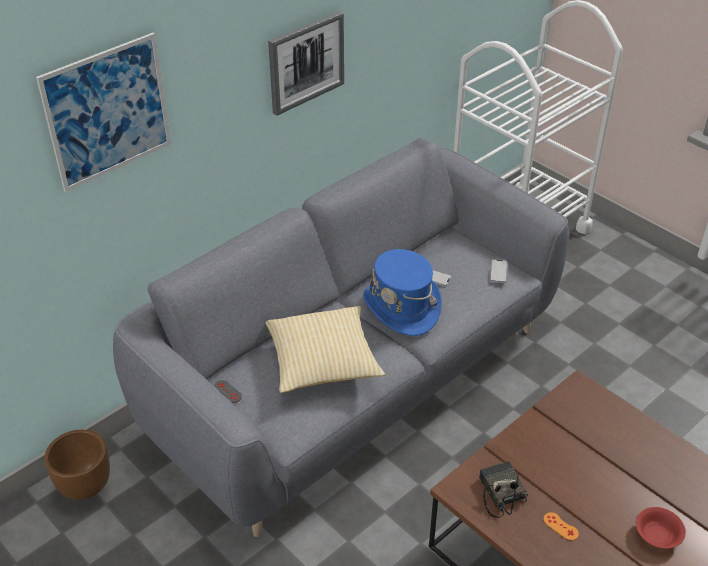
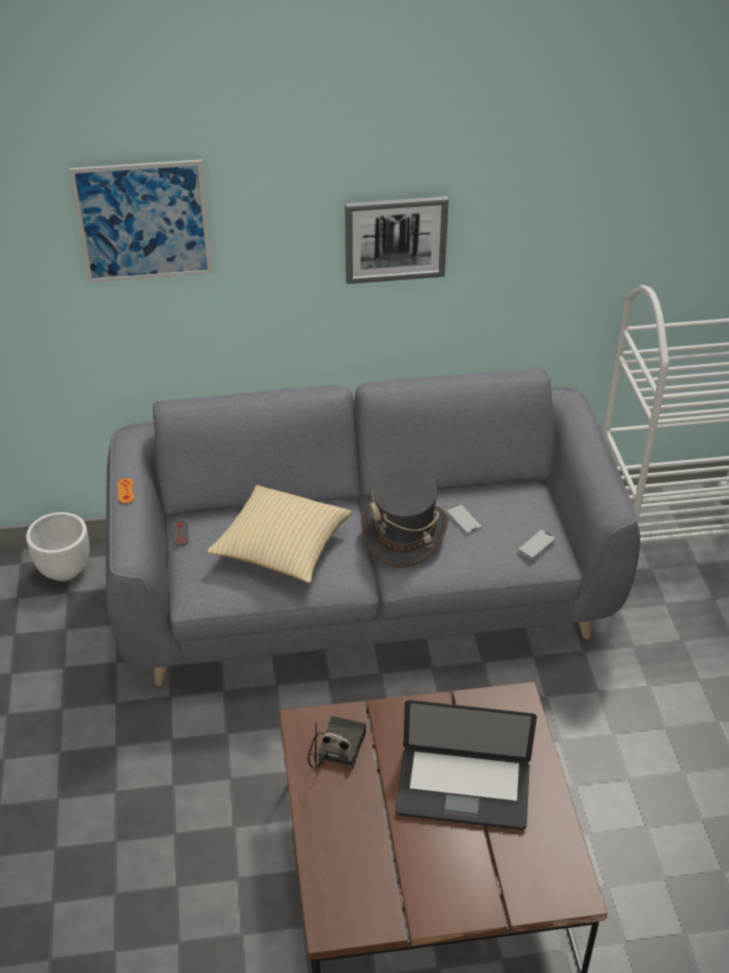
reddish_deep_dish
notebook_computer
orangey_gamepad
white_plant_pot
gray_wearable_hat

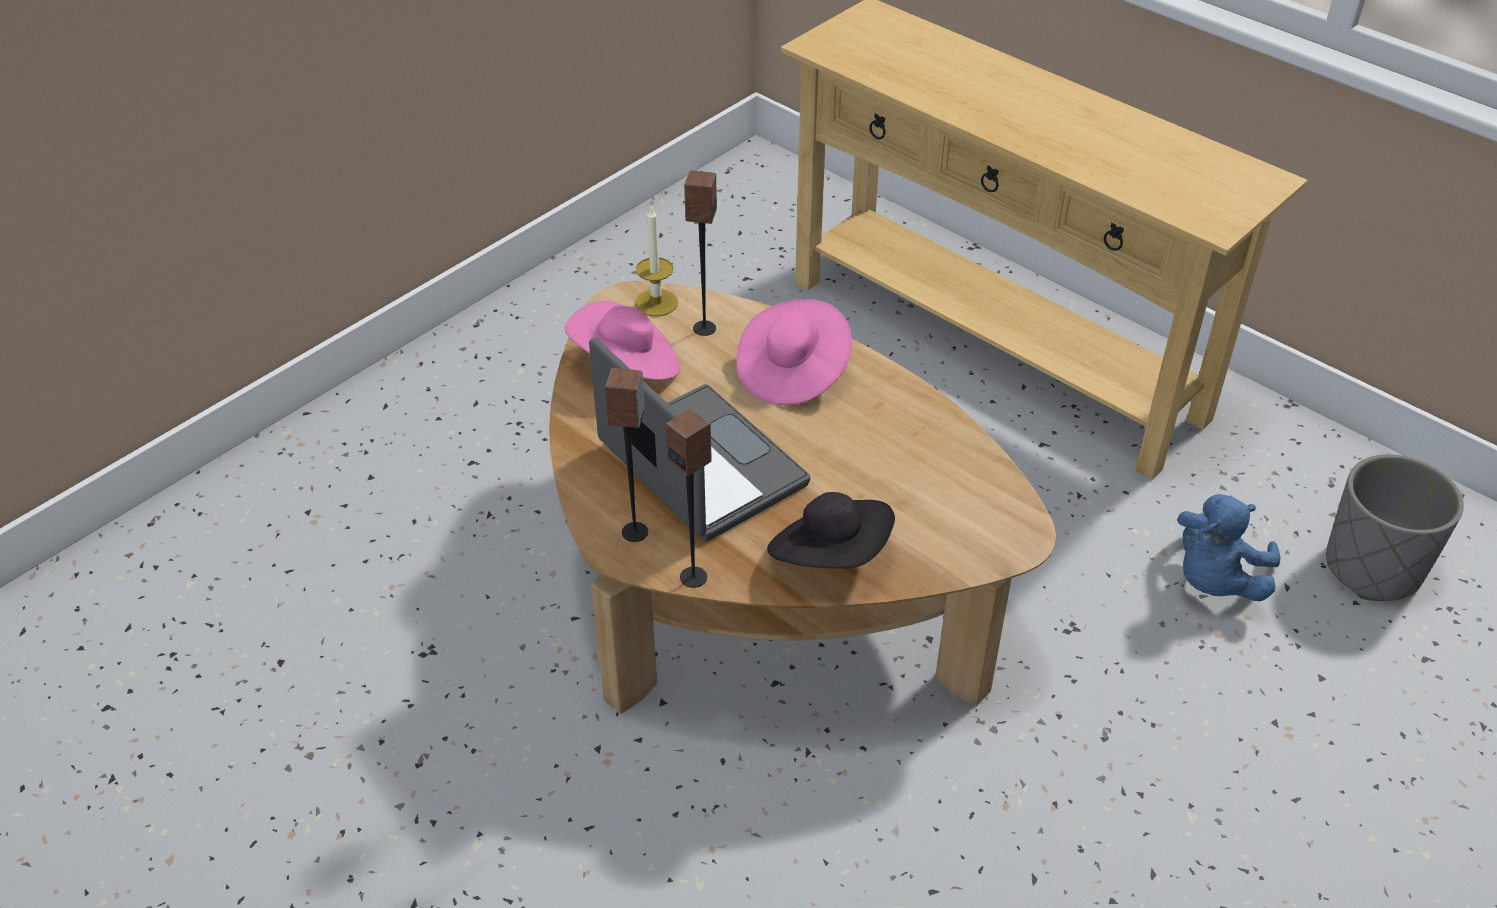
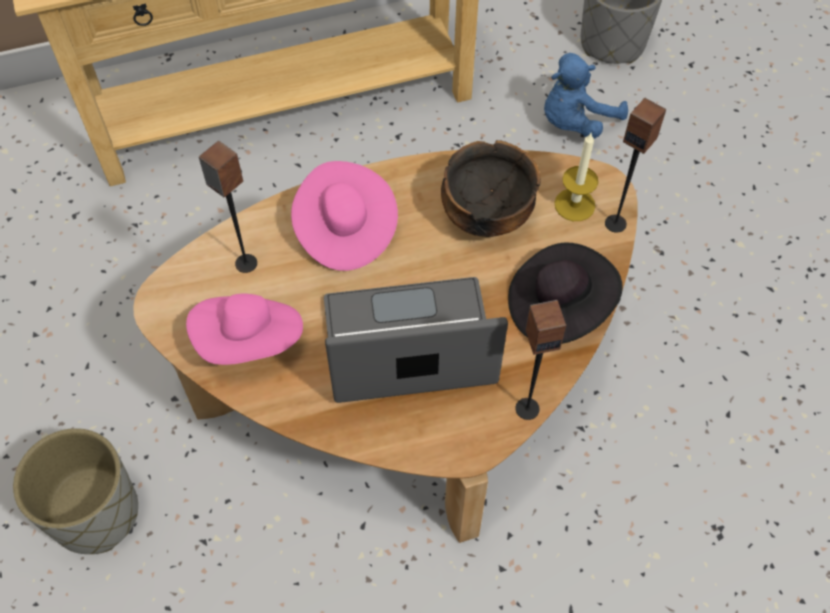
gray_plant_pot (no. 1 from left)
deep_dish
loudspeaker (no. 3 from left)
candle
blue-coloured_plush_toy

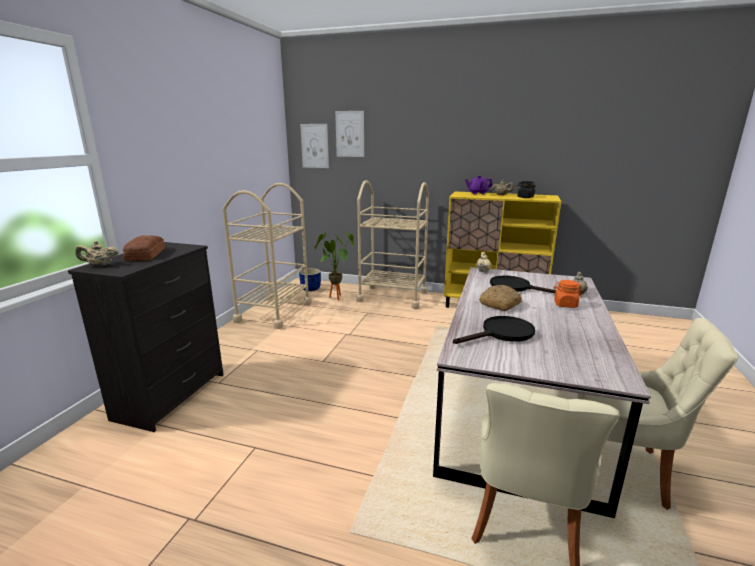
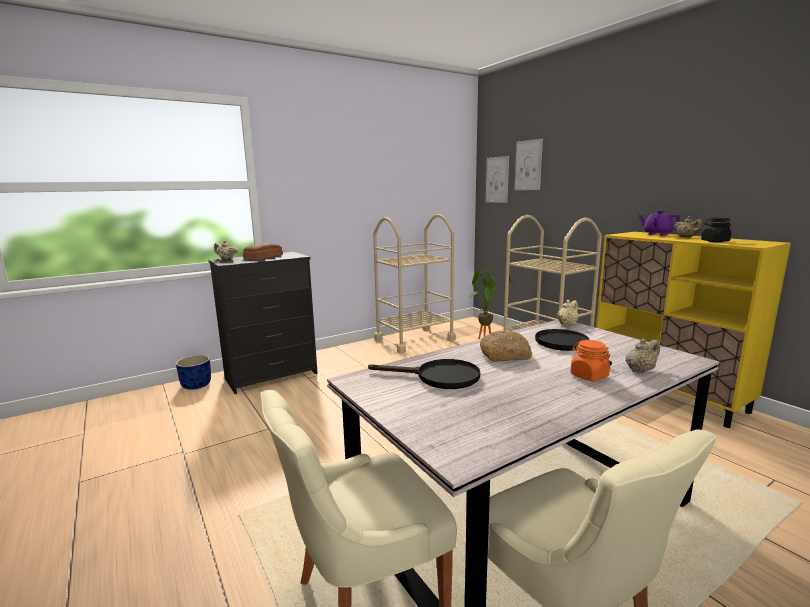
blue-coloured_plant_pot

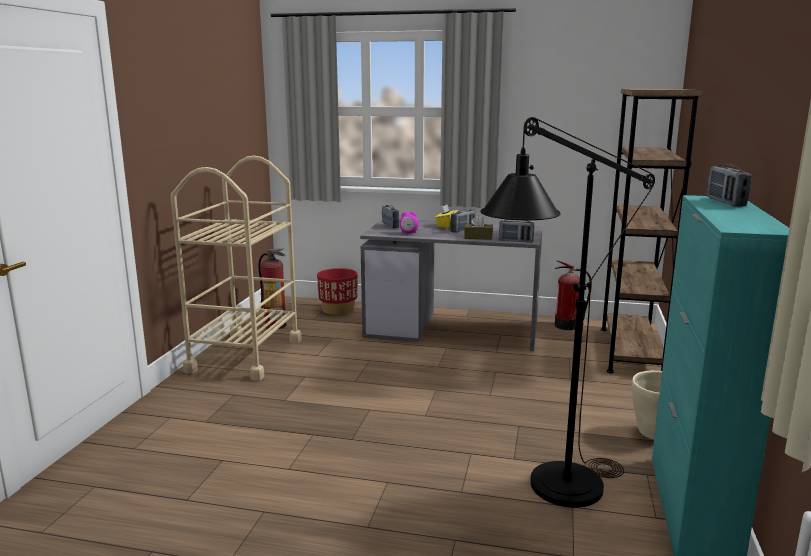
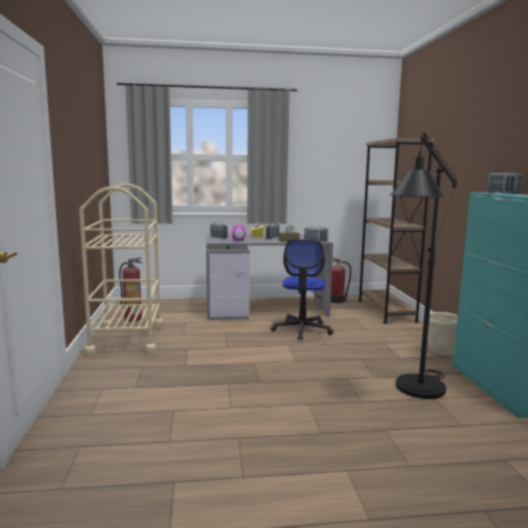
reddish_plant_pot
computer_chair

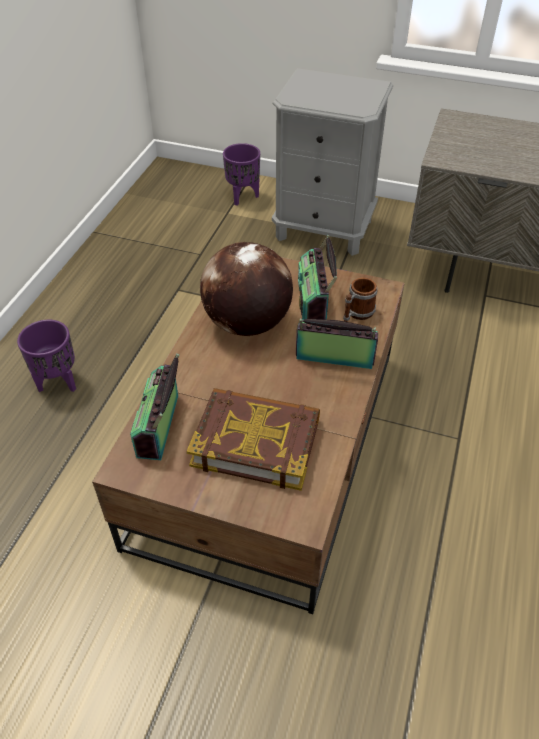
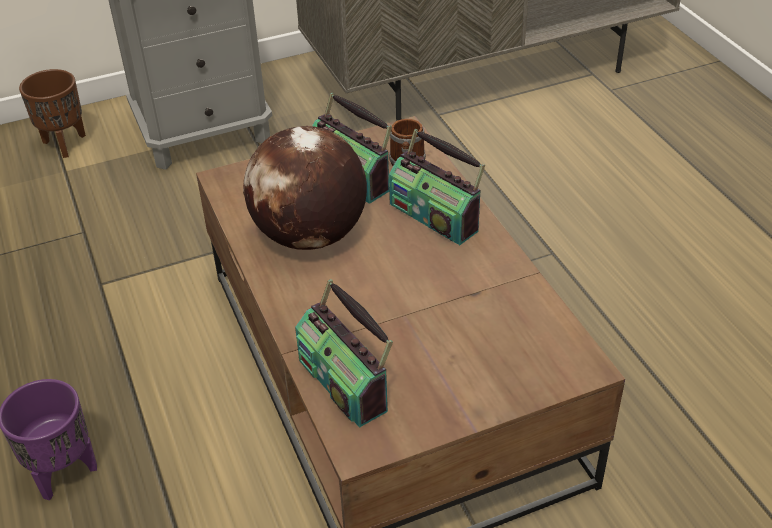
bound_book
brown-coloured_plant_pot
radio_receiver (no. 3 from left)

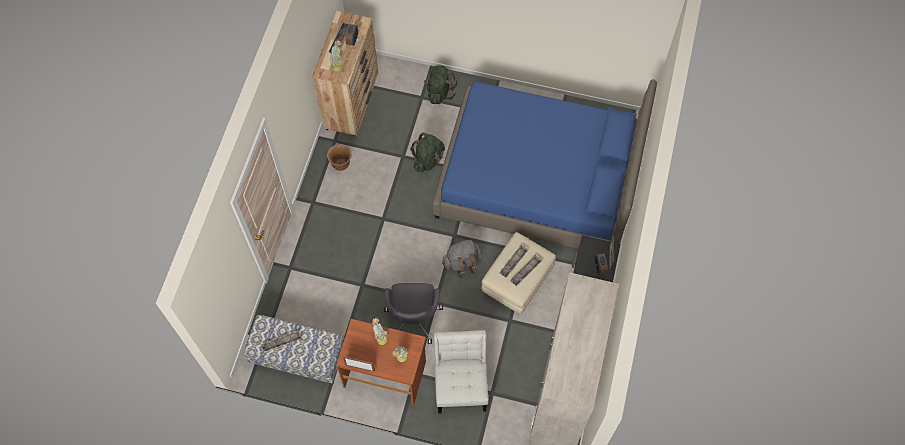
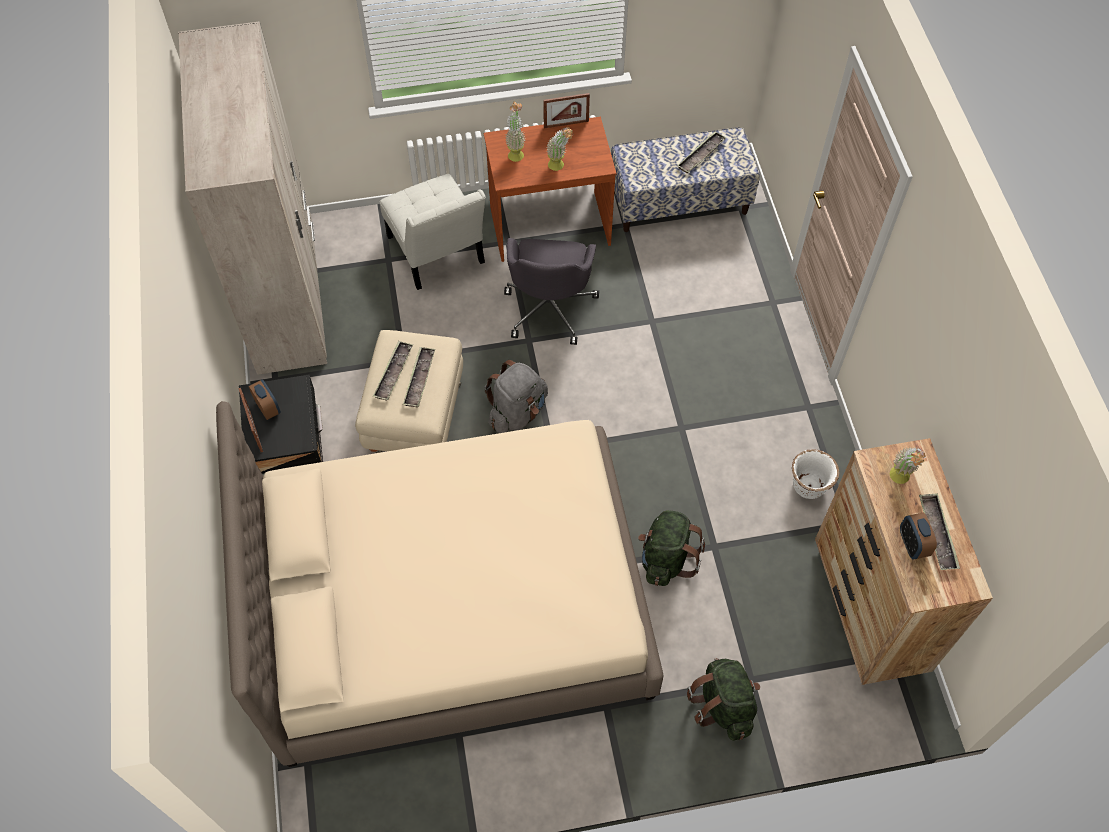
white_plant_pot
sand-coloured_bedroom_bed
gray_computer_chair

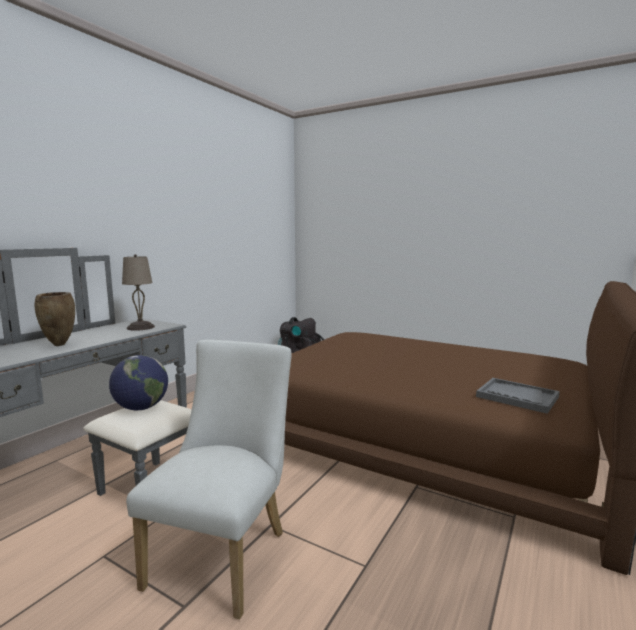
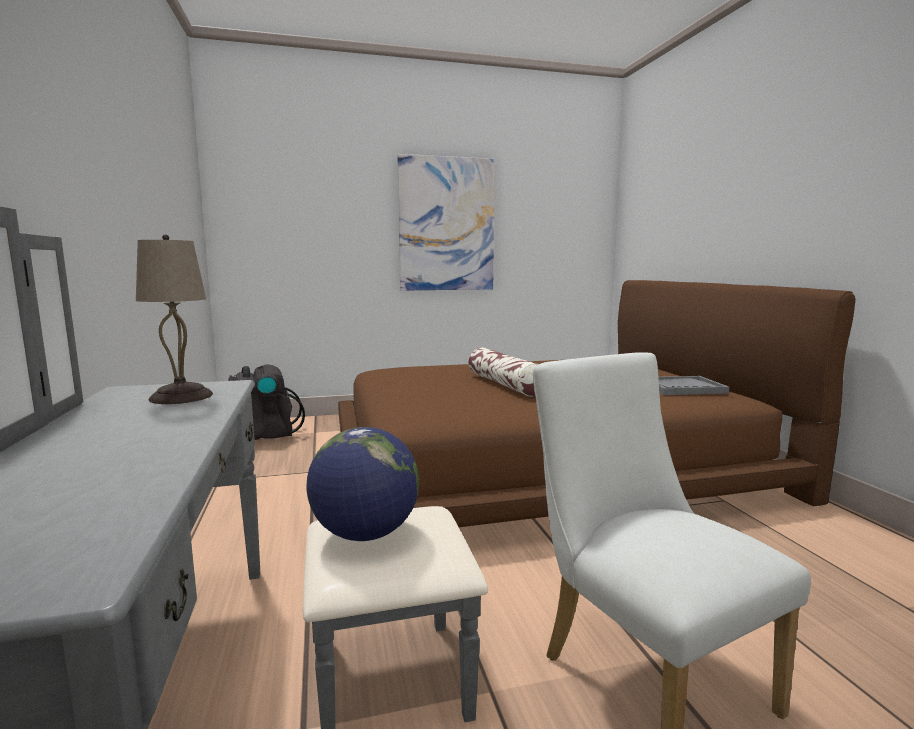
brown-coloured_flower_vase
wall_art
throw_pillow

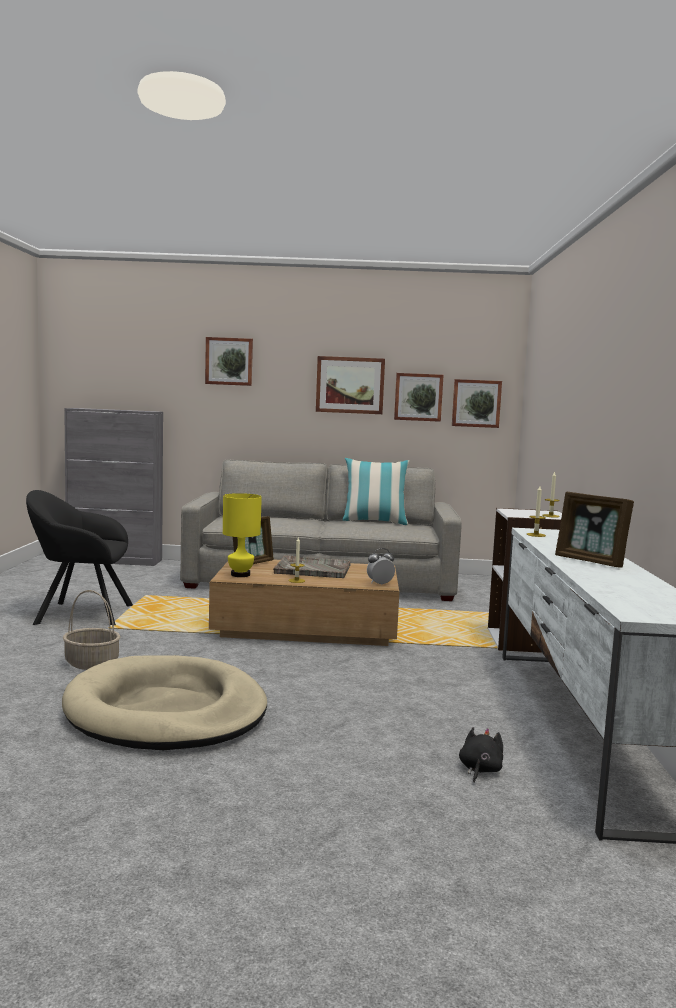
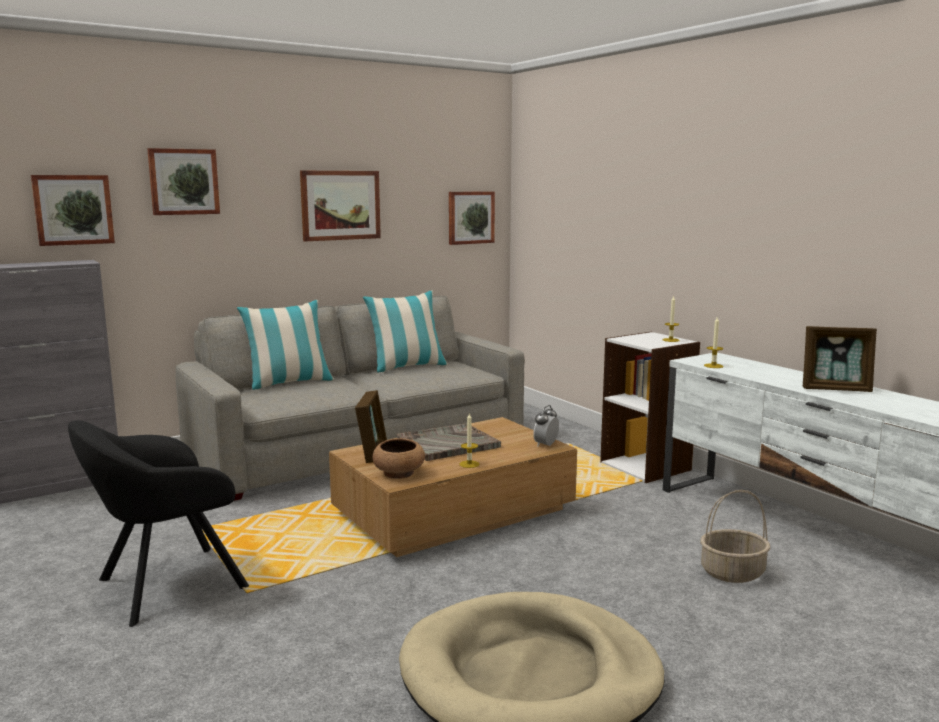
black_plush_toy
throw_pillow (no. 1 from left)
household_basket
wall_art (no. 1 from left)
brown-coloured_deep_dish

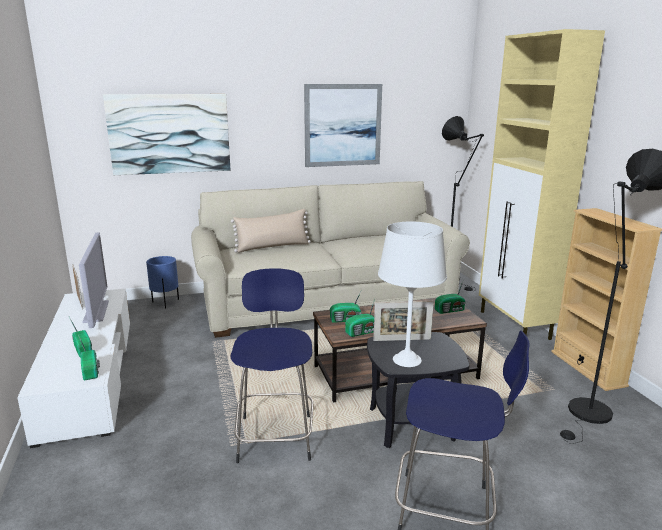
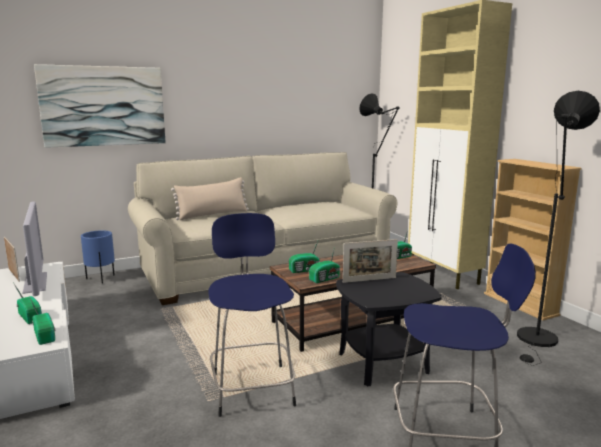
wall_art (no. 2 from left in the first image)
white_tabletop_lamp

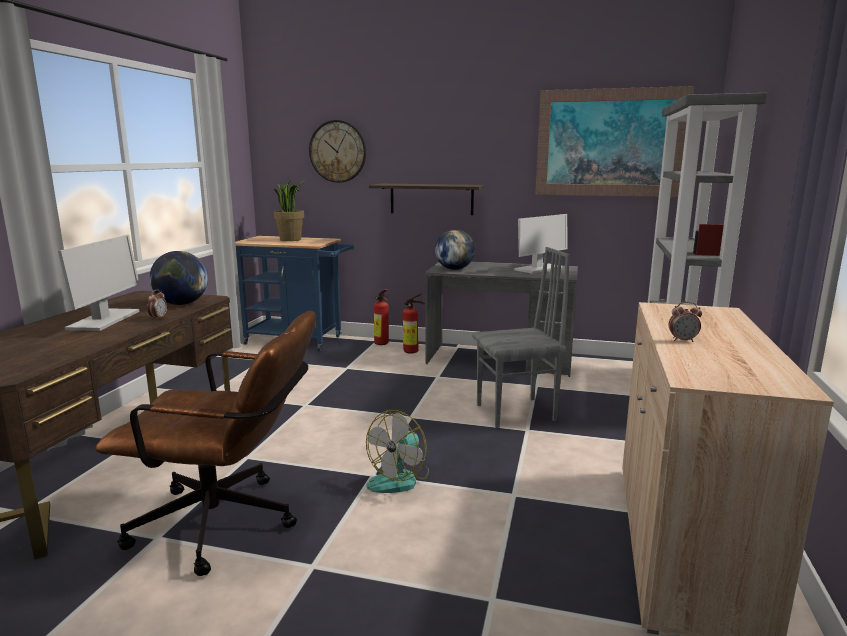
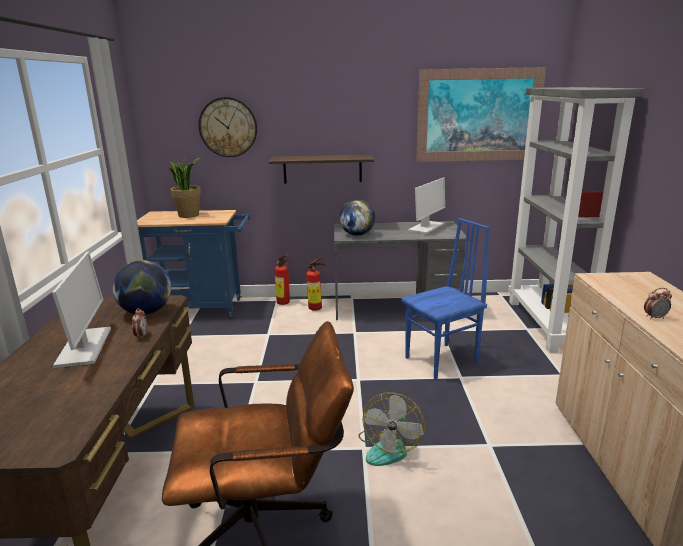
blue-coloured_upright_chair

